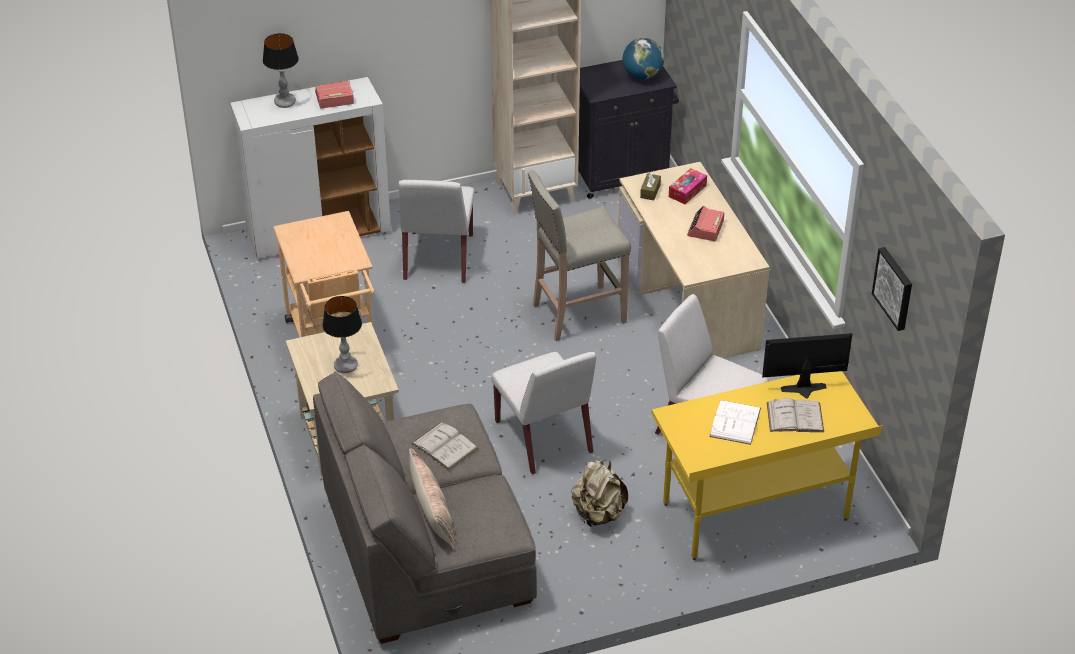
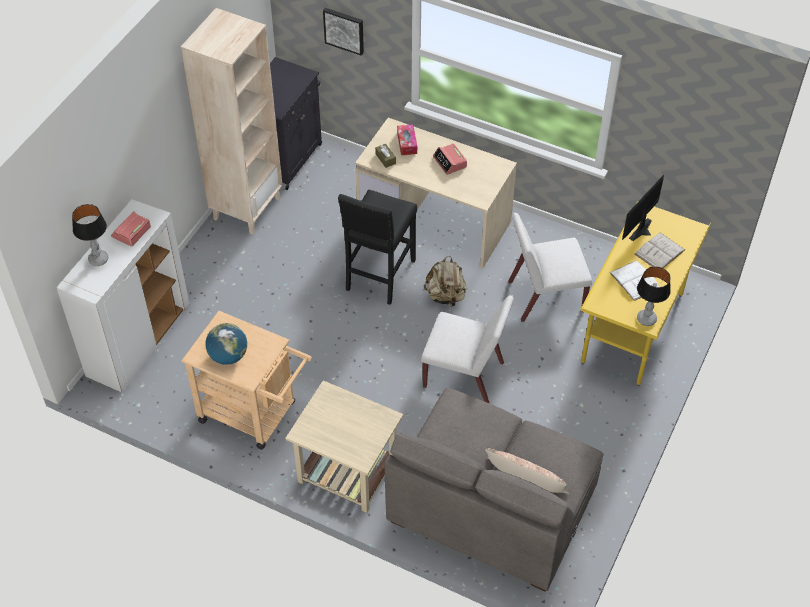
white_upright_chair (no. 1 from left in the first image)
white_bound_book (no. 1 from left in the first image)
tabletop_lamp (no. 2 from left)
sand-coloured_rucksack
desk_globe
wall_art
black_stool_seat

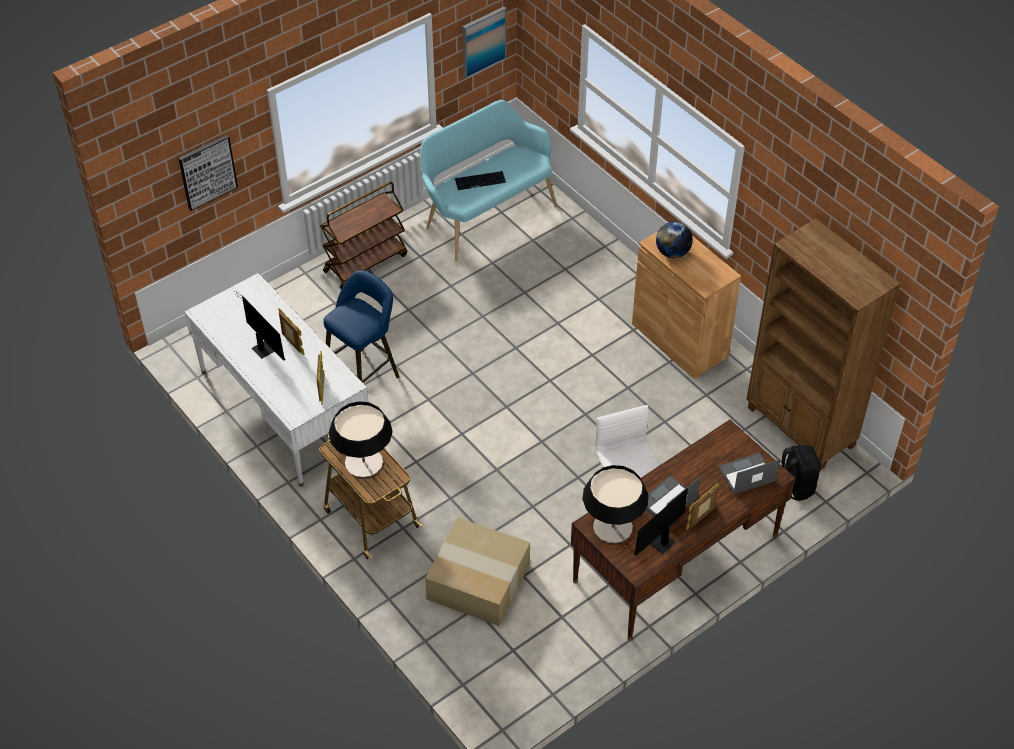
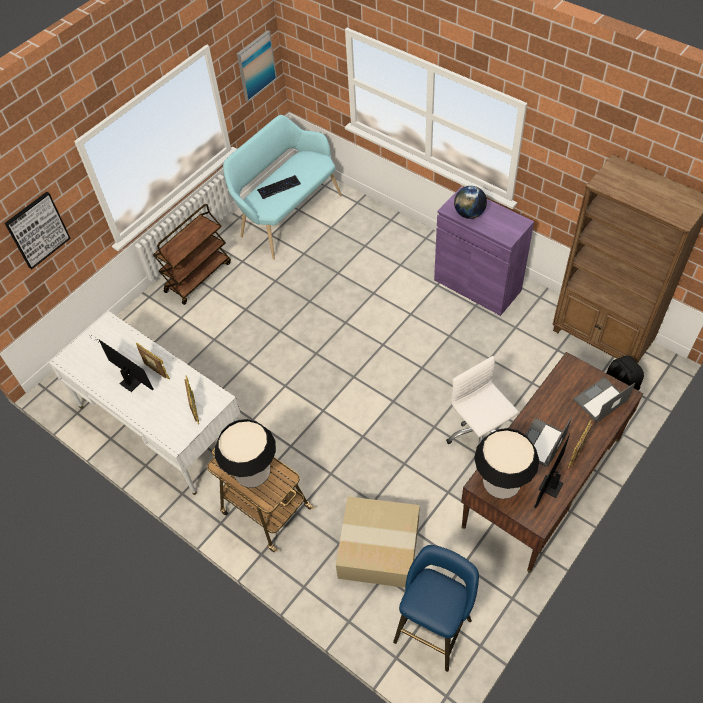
blue-coloured_stool_seat
purple_storage_cabinet

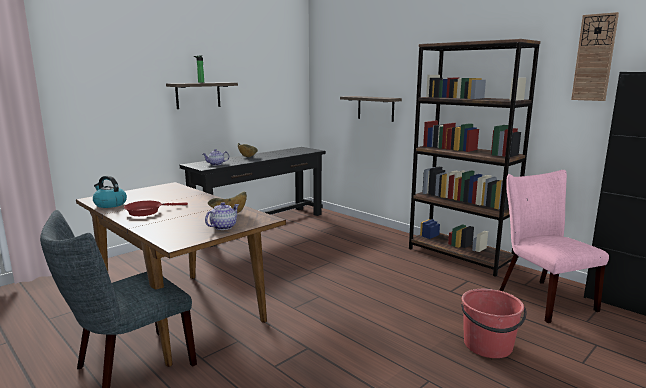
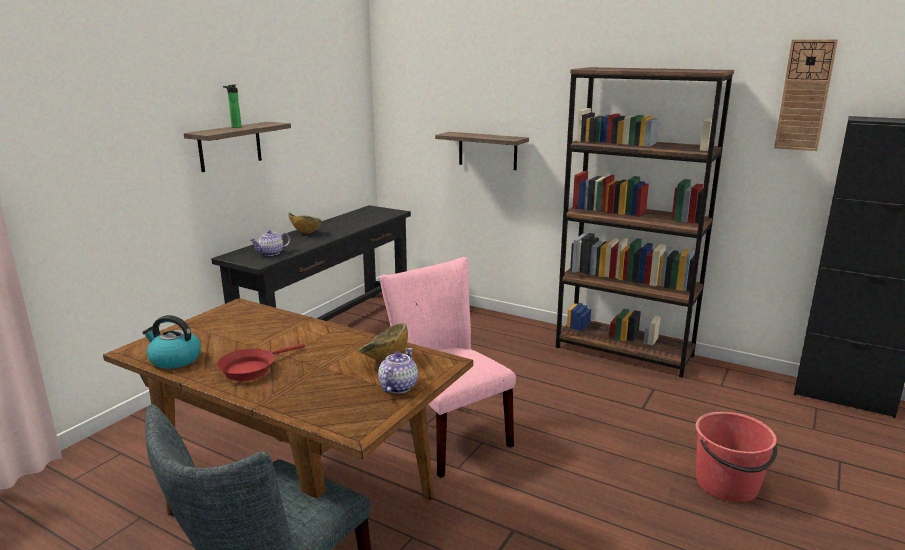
pink-coloured_upright_chair

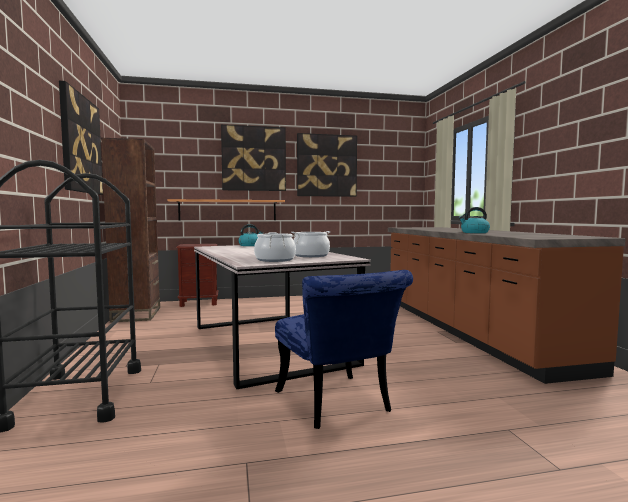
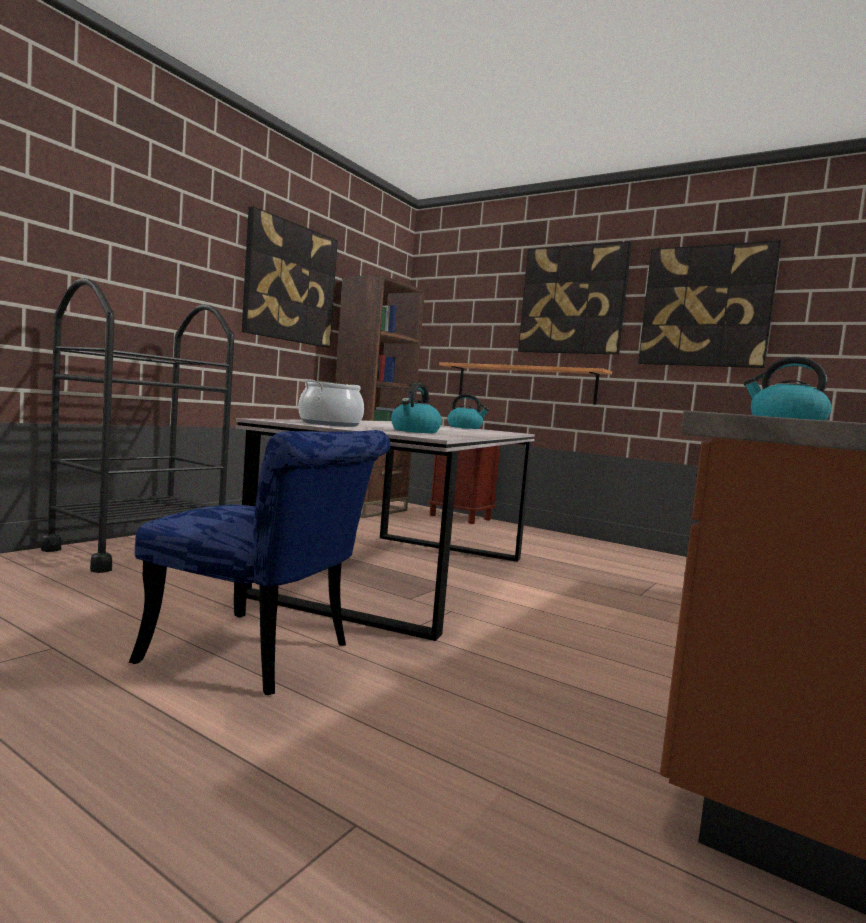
tea_kettle (no. 1 from left)
blue-coloured_upright_chair

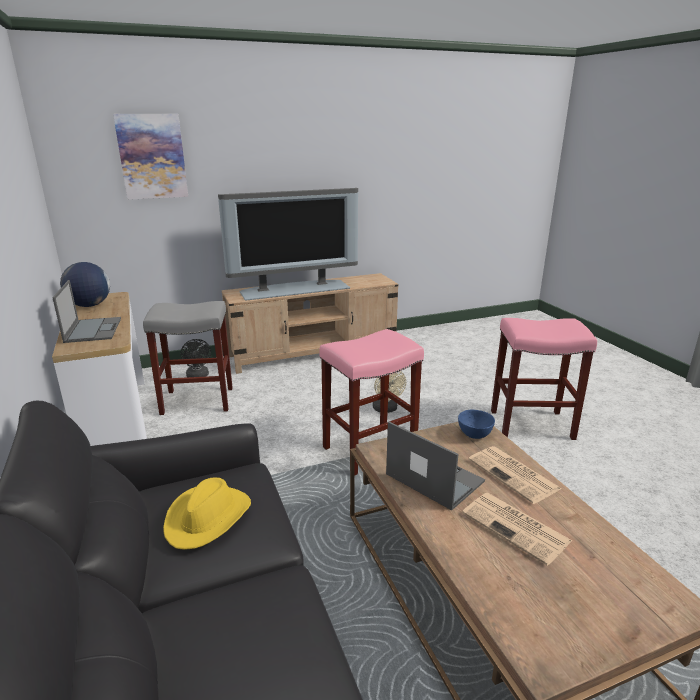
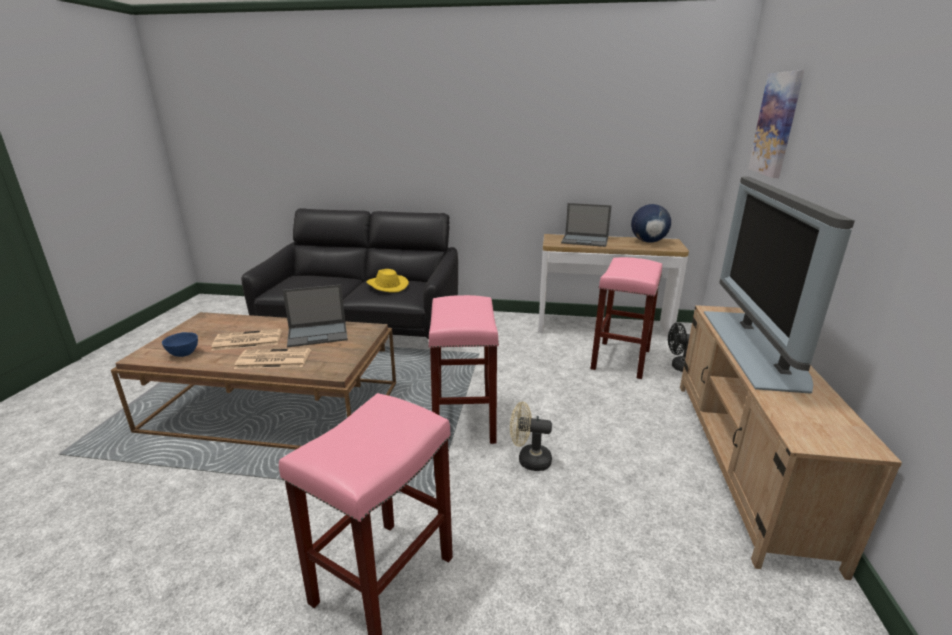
blue-coloured_deep_dish
pink-coloured_stool_seat (no. 3 from left)

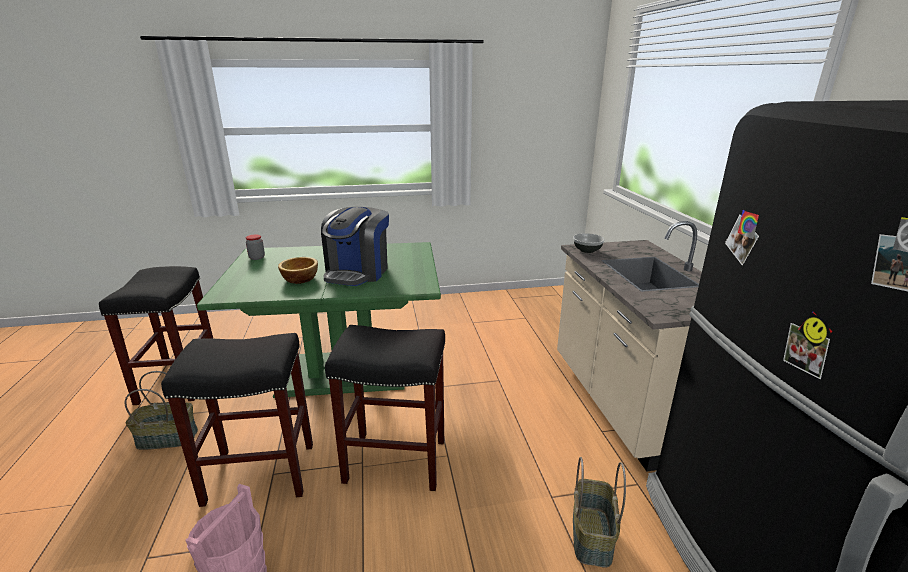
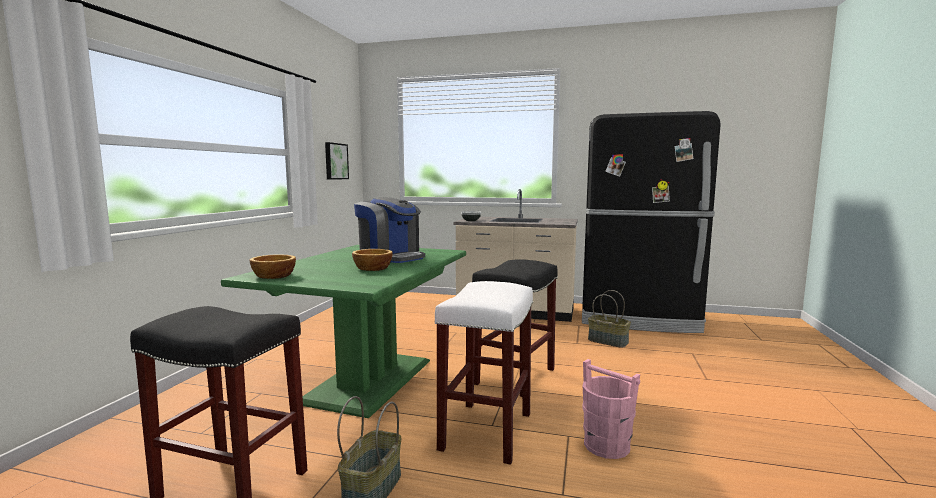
wall_art
deep_dish (no. 1 from left)
white_stool_seat

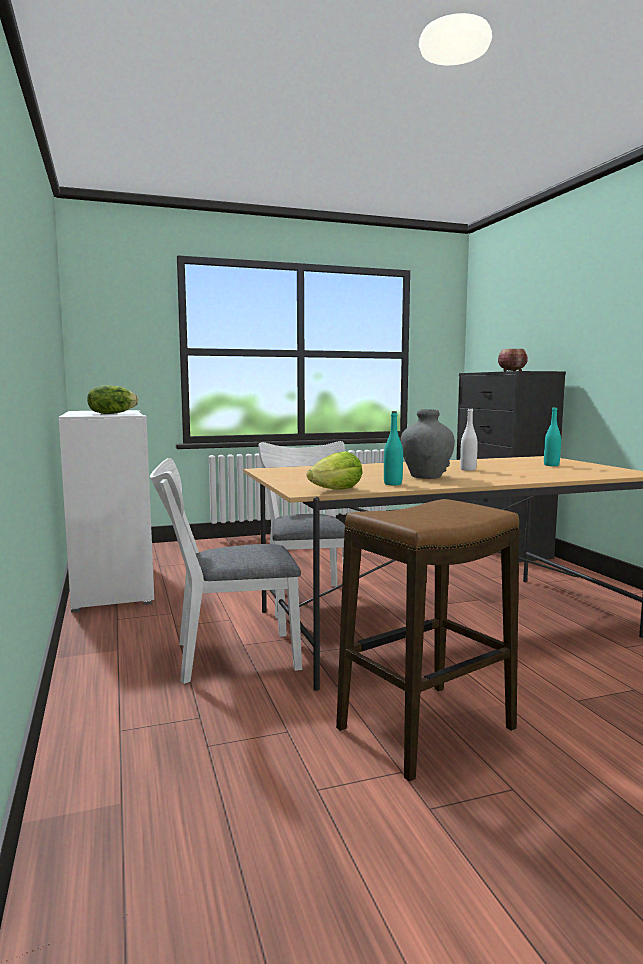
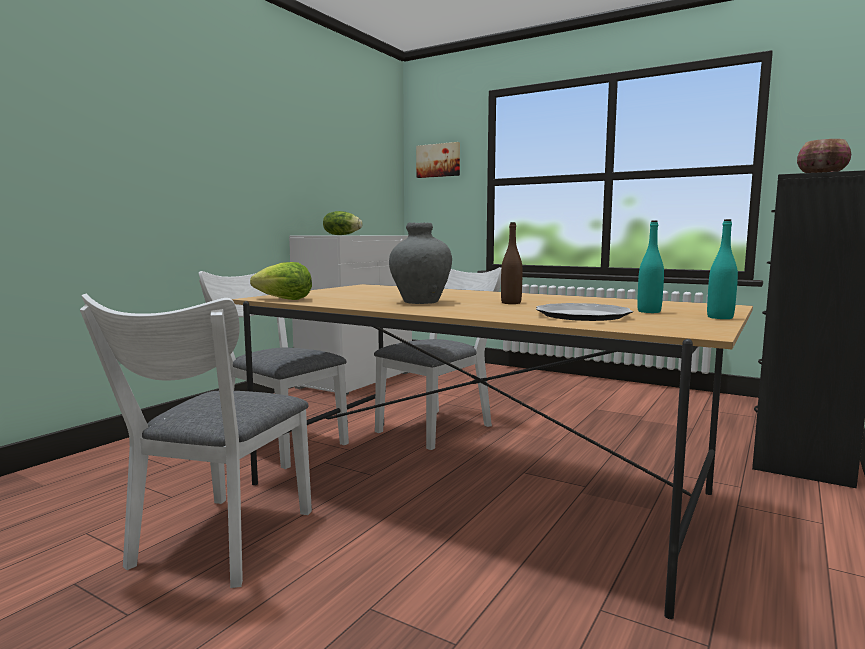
wall_art
flat_dish
blue-green_beverage_bottle (no. 2 from left)
white_upright_chair (no. 1 from left)
brown-coloured_beverage_bottle

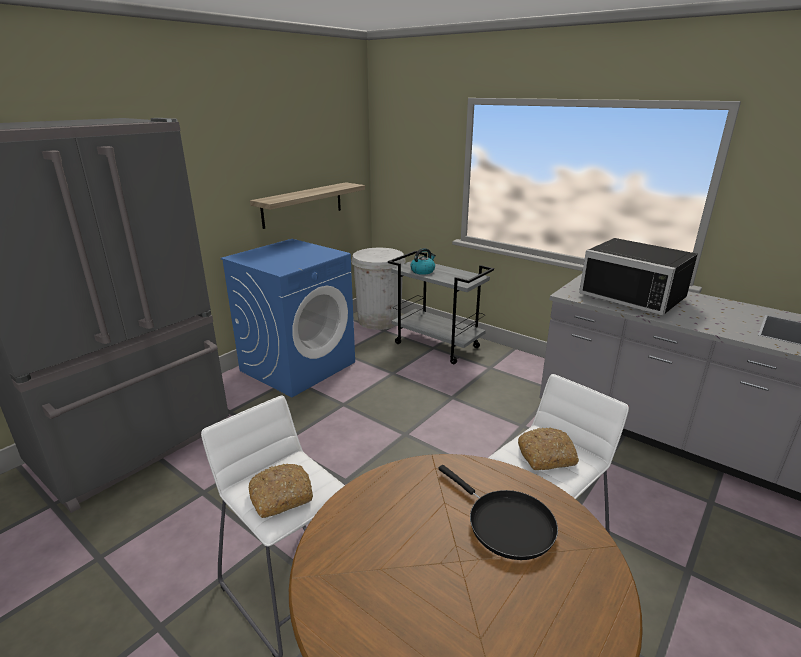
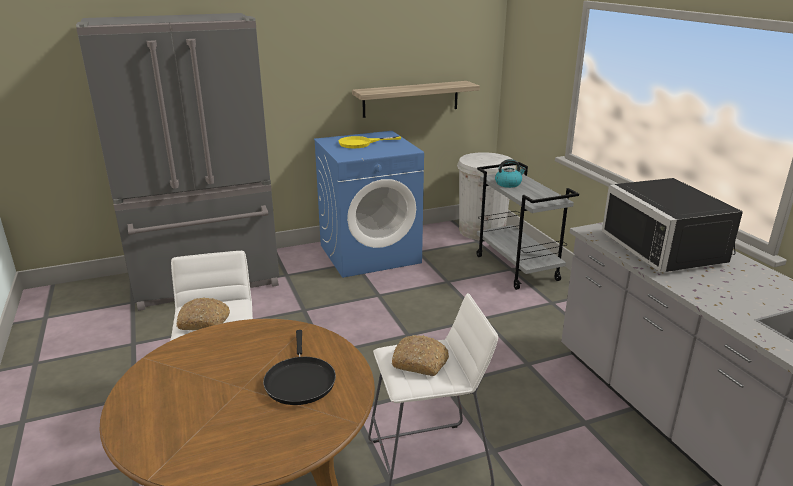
yellowish_skillet

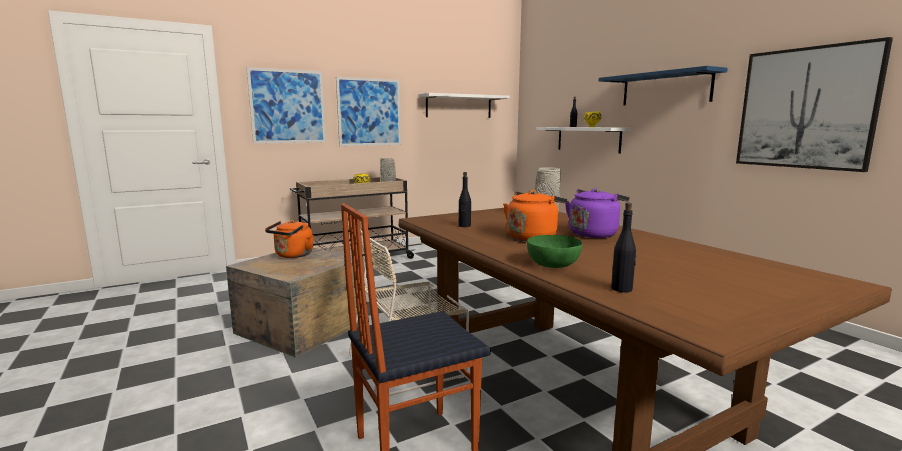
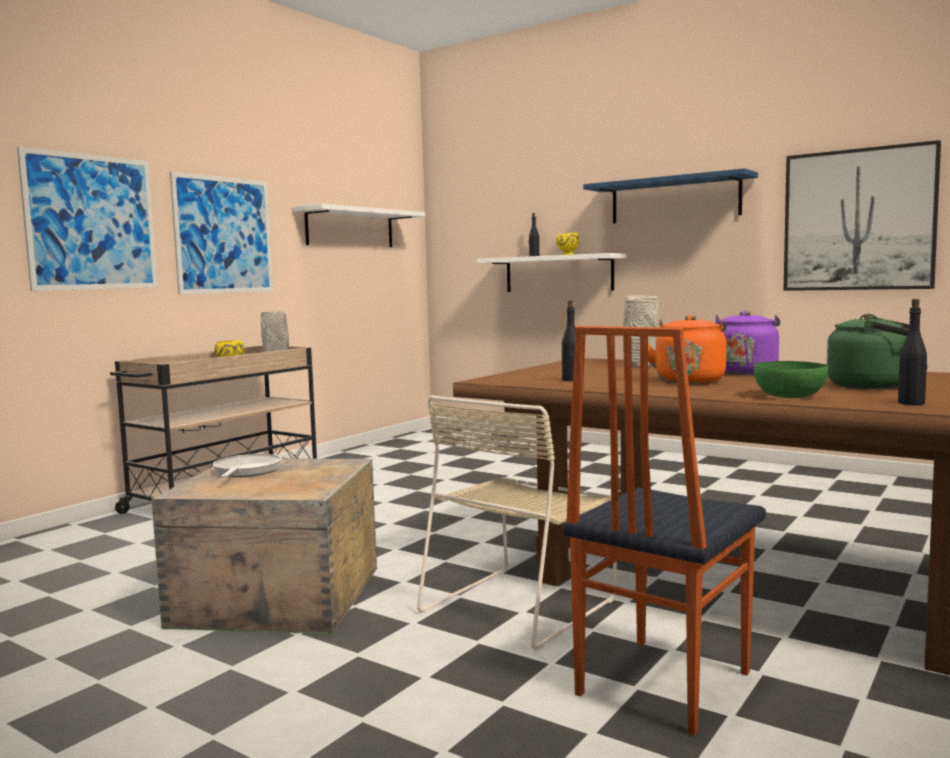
green_tea_kettle
skillet

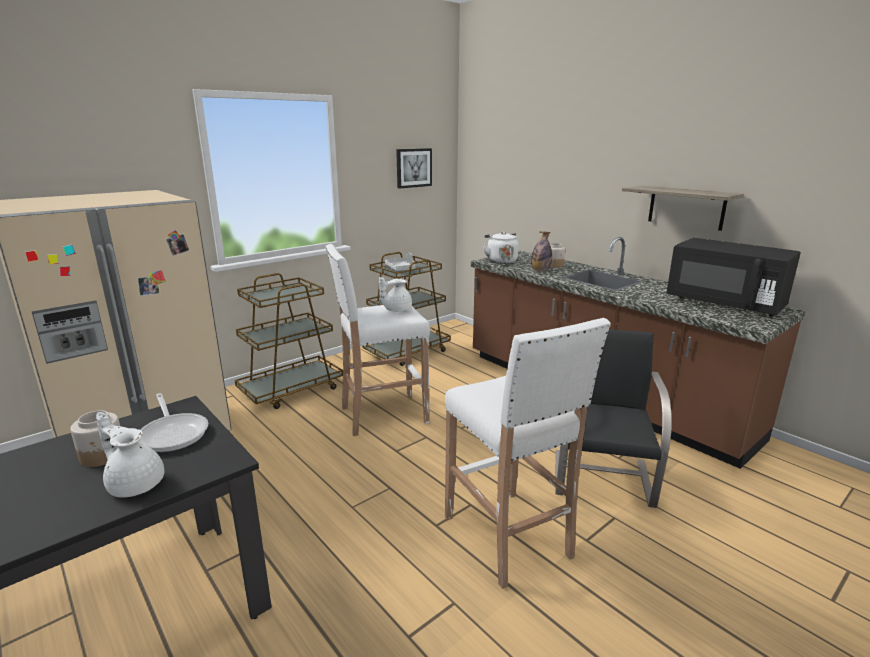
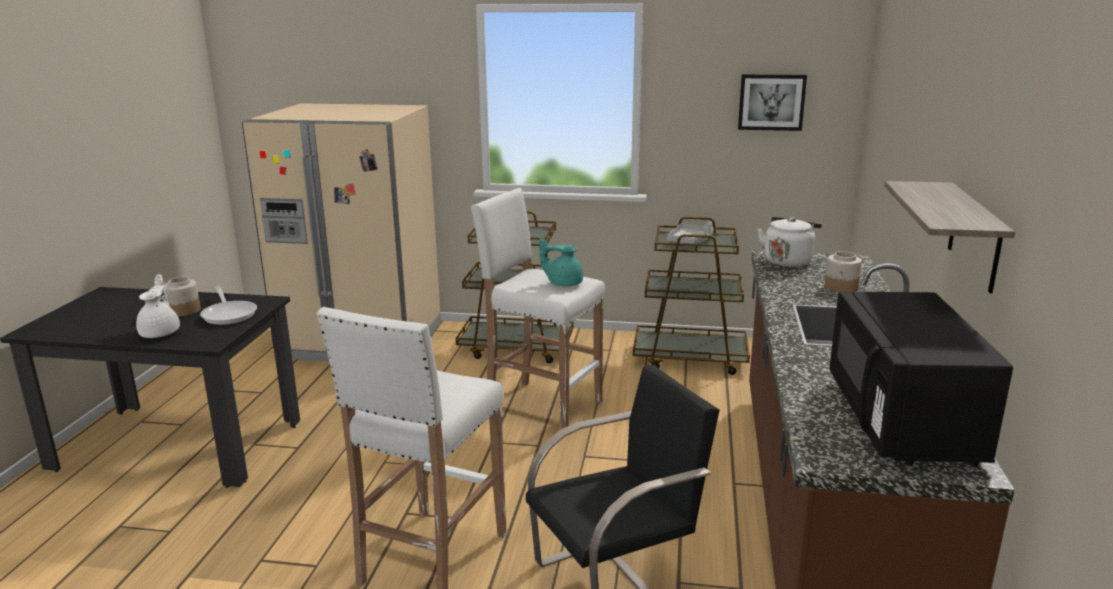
beverage_bottle
blue-green_pot_for_tea
skillet

